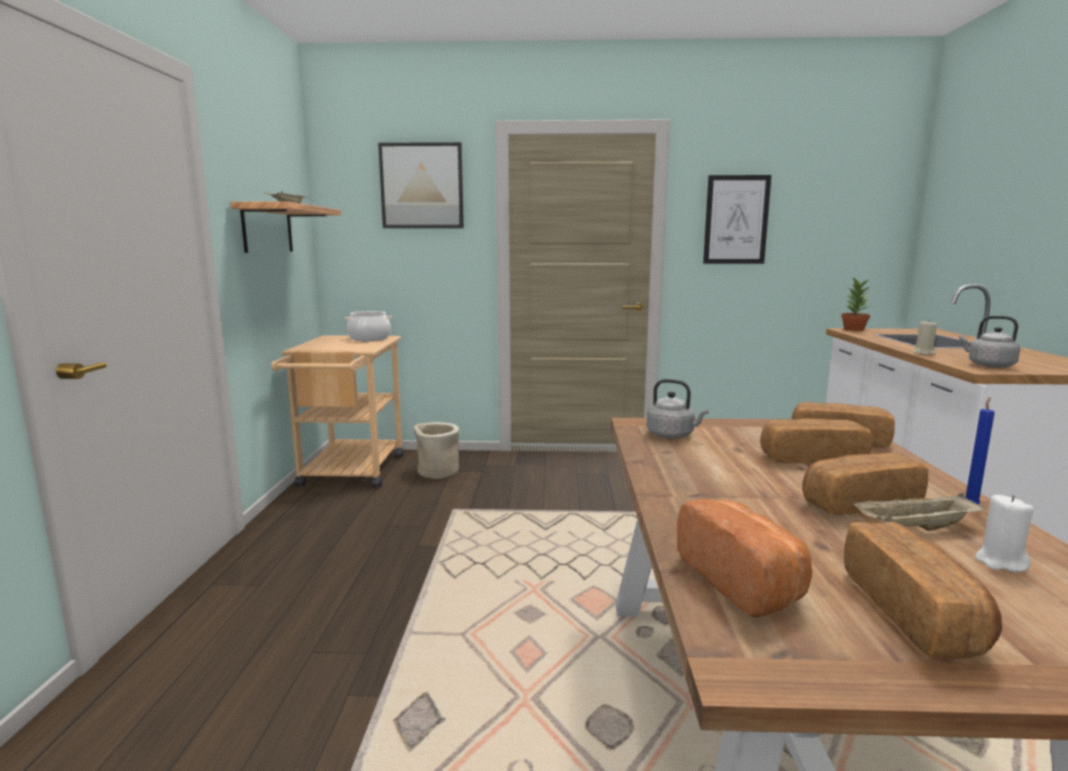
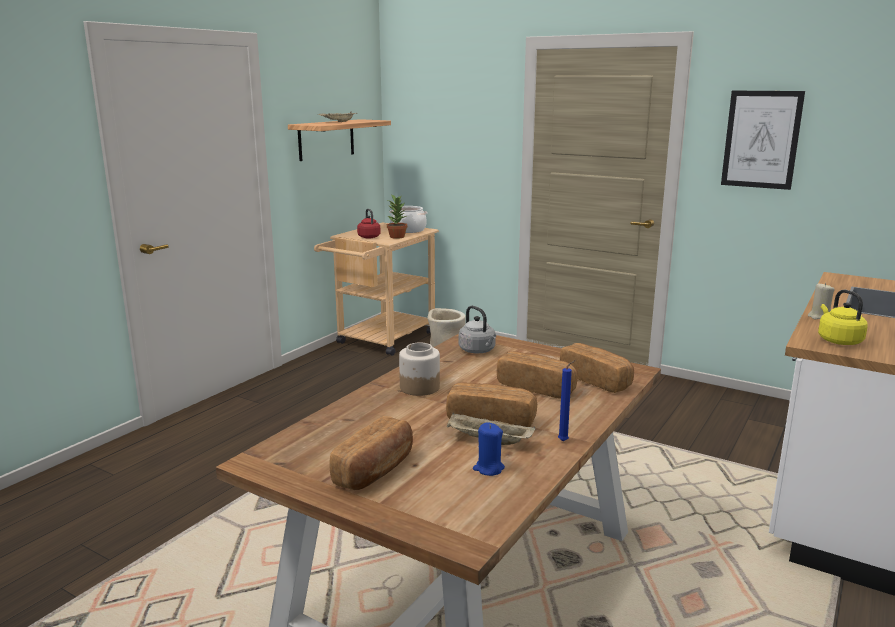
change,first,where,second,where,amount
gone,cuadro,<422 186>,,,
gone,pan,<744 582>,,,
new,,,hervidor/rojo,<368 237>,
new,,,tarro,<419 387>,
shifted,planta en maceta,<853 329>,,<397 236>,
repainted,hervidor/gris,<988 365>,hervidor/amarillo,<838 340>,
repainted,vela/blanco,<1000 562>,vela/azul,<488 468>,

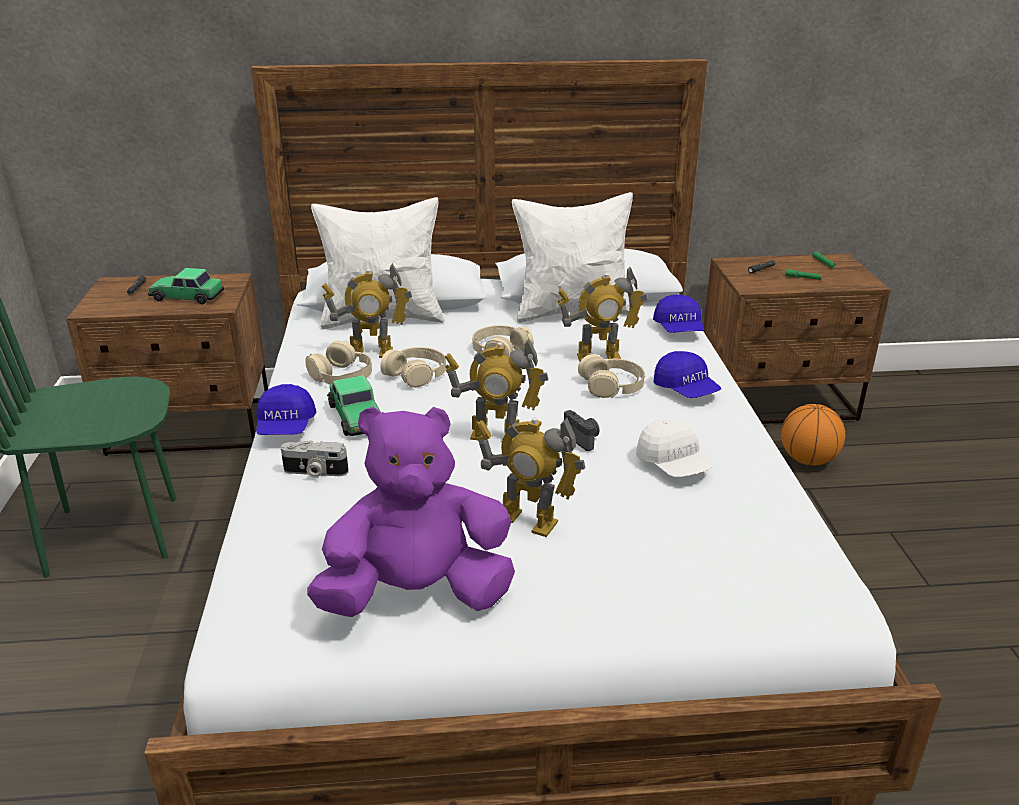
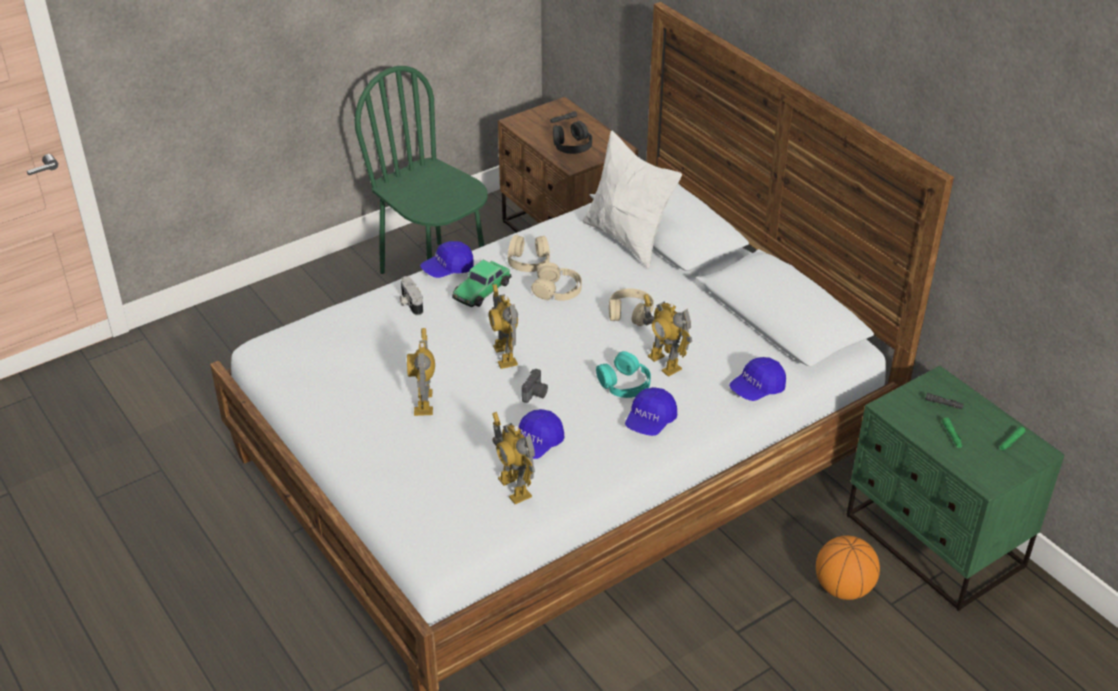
change,first,where,second,where,amount
gone,peluche/morado,<418 594>,,,
gone,cojín/blanco,<573 311>,,,
shifted,robot de juguete,<371 352>,,<514 488>,
swapped,coche de juguete,<187 296>,auriculares/negro,<572 145>,
repainted,auriculares/beis,<612 385>,auriculares/turquesa,<624 383>,
repainted,gorra/blanco,<673 465>,gorra/azul,<536 444>,
repainted,mesita de noche/marrón,<777 402>,mesita de noche/verde,<934 542>,

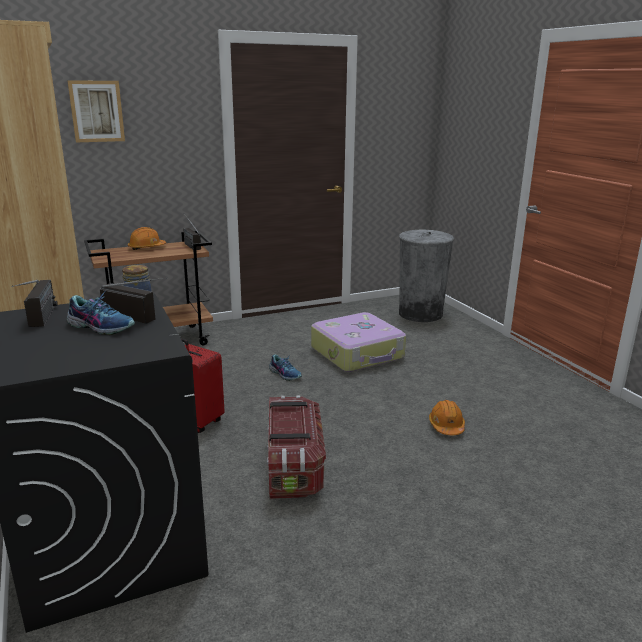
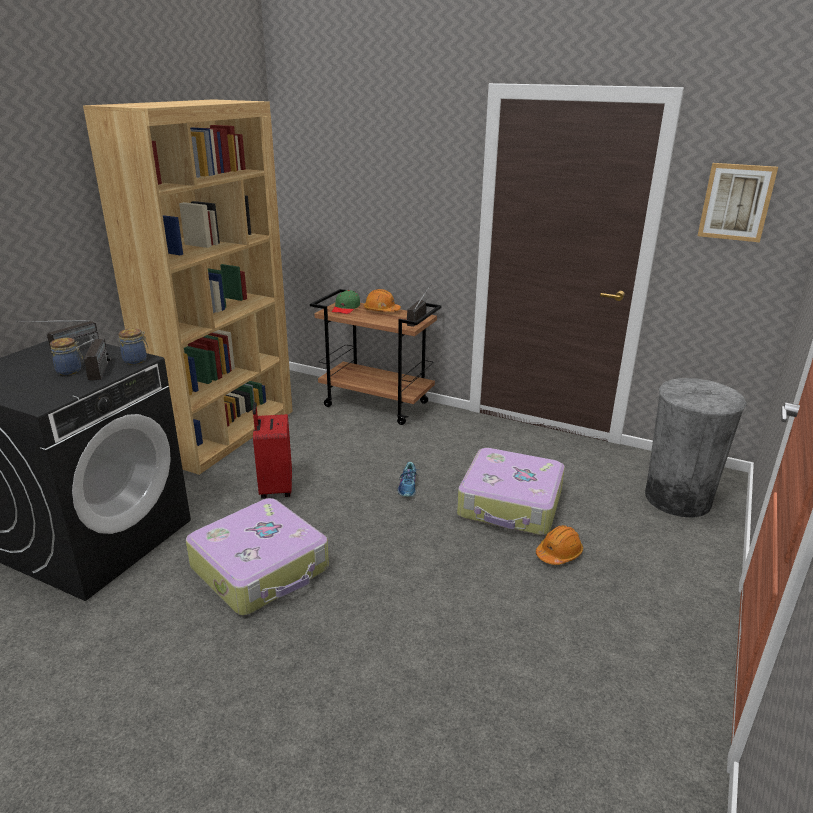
change,first,where,second,where,amount
new,,,gorra/verde,<346 308>,
shifted,cuadro,<96 111>,,<736 202>,
shifted,casco/naranja,<446 426>,,<559 553>,
swapped,zapato,<101 326>,tarro,<70 371>,
swapped,caja de almacenaje,<293 465>,maleta,<261 568>,

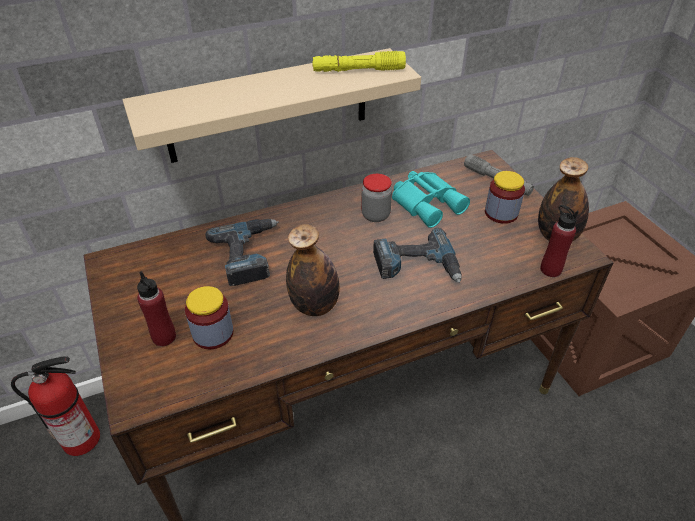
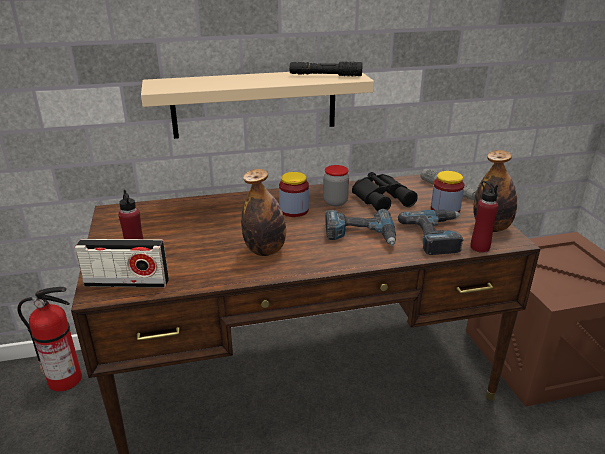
change,first,where,second,where,amount
new,,,radio,<127 282>,
shifted,tarro,<213 333>,,<294 210>,
shifted,taladro,<249 255>,,<437 236>,
repainted,linterna/amarillo,<358 70>,linterna/negro,<325 75>,
repainted,prismáticos/turquesa,<428 203>,prismáticos/negro,<382 198>,

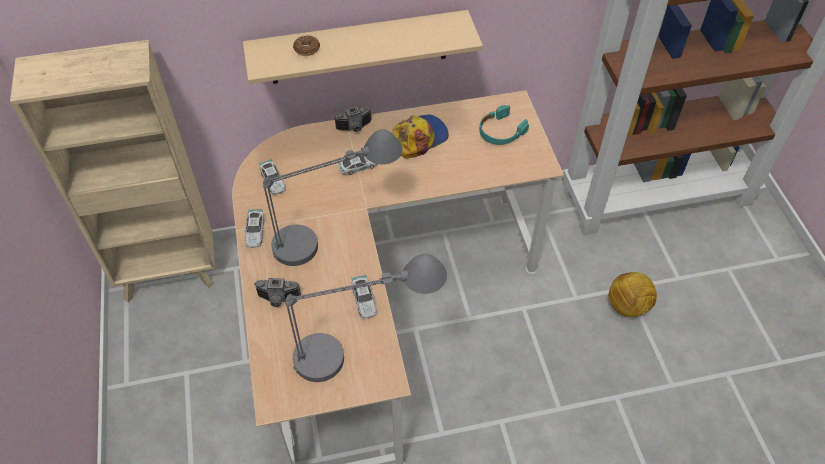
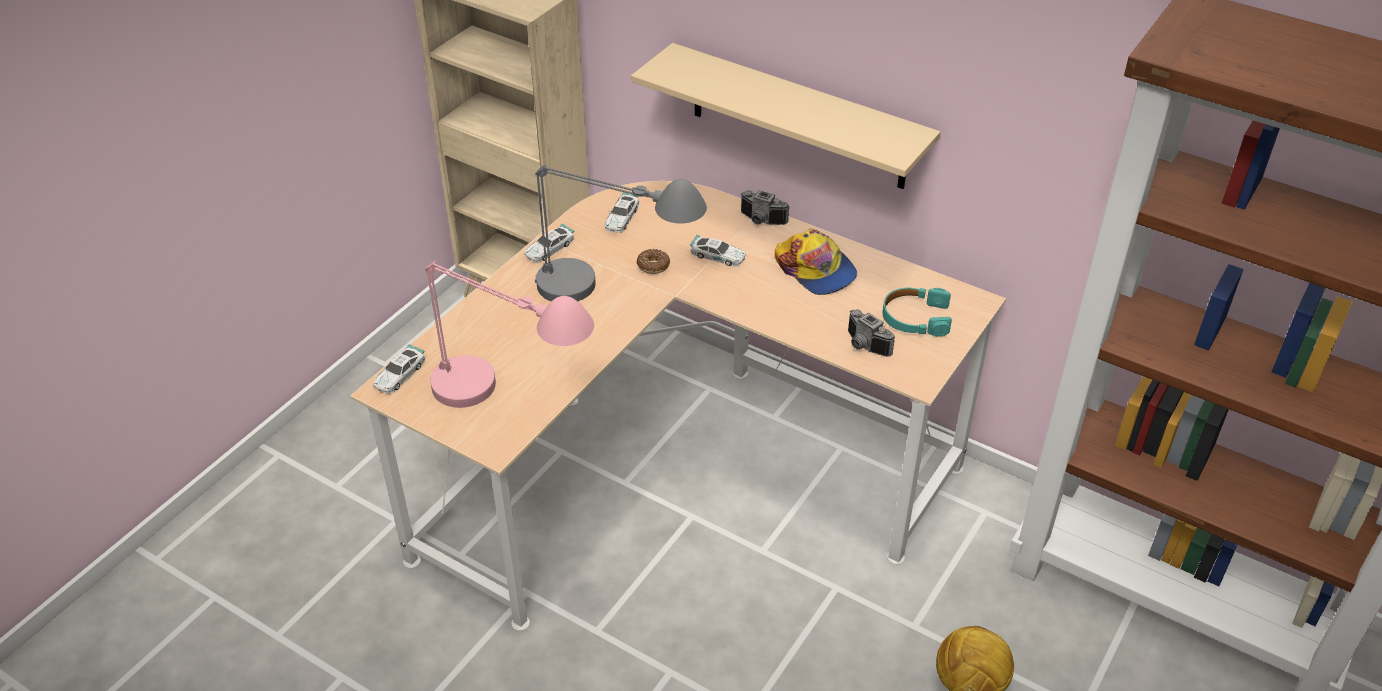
change,first,where,second,where,amount
shifted,cámara,<278 300>,,<864 346>,
shifted,rosquilla,<307 49>,,<653 266>,
shifted,coche de juguete,<364 300>,,<399 375>,
repainted,lámpara de mesa/gris,<363 349>,lámpara de mesa/rosa,<509 406>,
rotated,gorra,<419 138>,,<816 269>,45 degrees clockwise

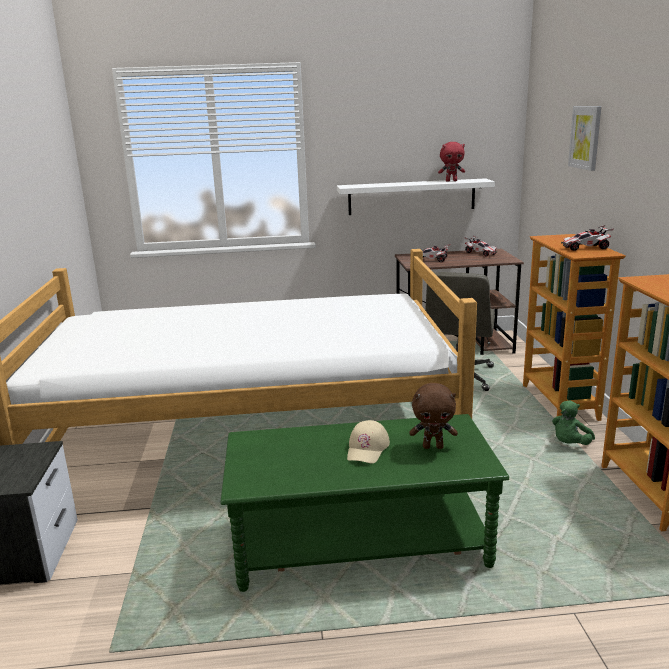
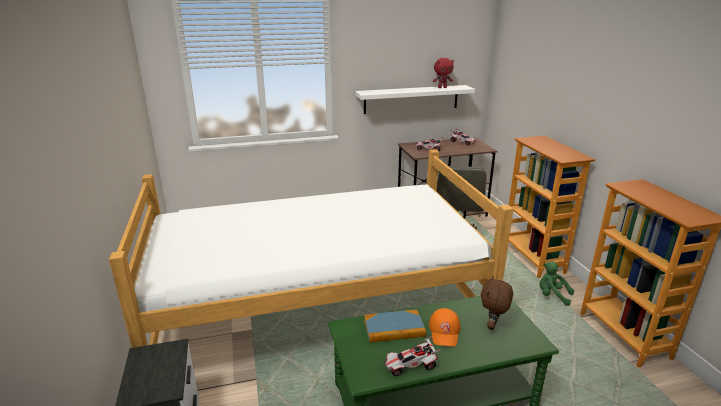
change,first,where,second,where,amount
gone,cuadro,<585 137>,,,
new,,,libro,<394 328>,
shifted,coche de juguete,<585 248>,,<410 366>,
repainted,gorra/beis,<367 448>,gorra/naranja,<444 331>,
rotated,peluche/marrón,<433 446>,,<493 326>,120 degrees clockwise
rotated,peluche/verde,<570 444>,,<552 296>,90 degrees clockwise

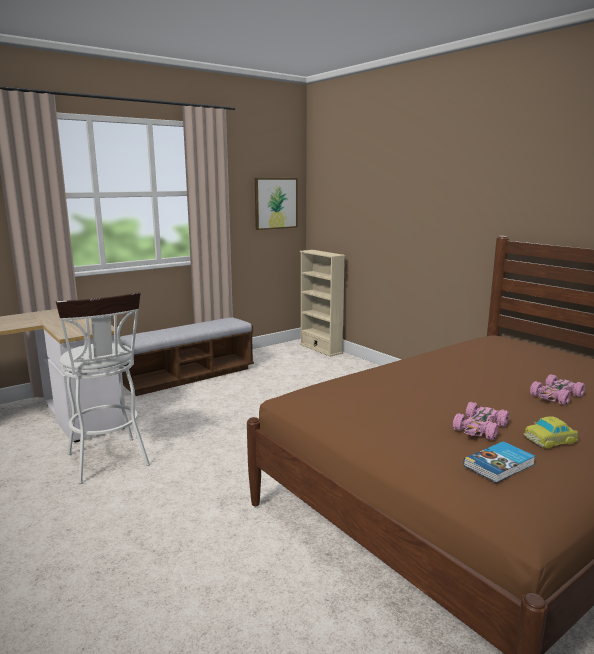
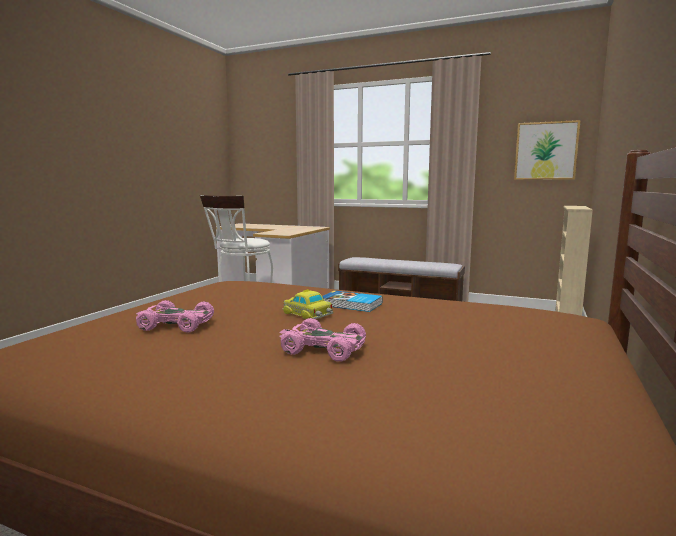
change,first,where,second,where,amount
shifted,libro,<500 465>,,<351 304>,
shifted,coche de juguete,<551 439>,,<308 314>,

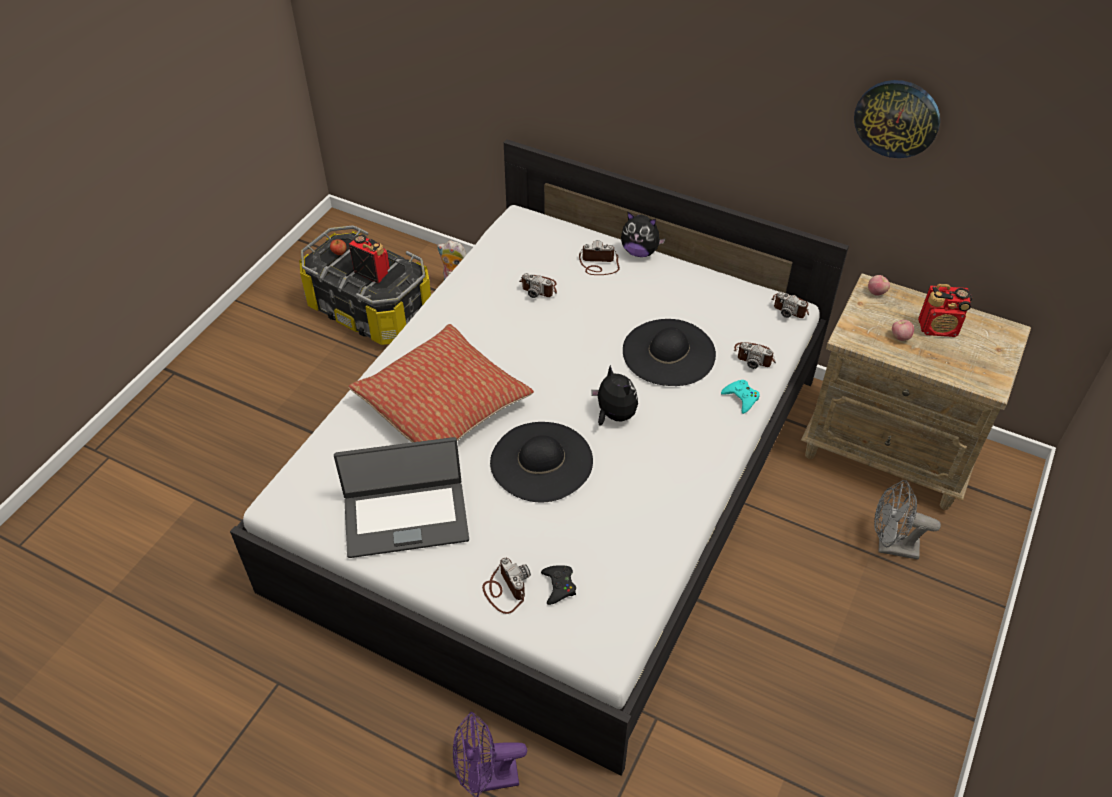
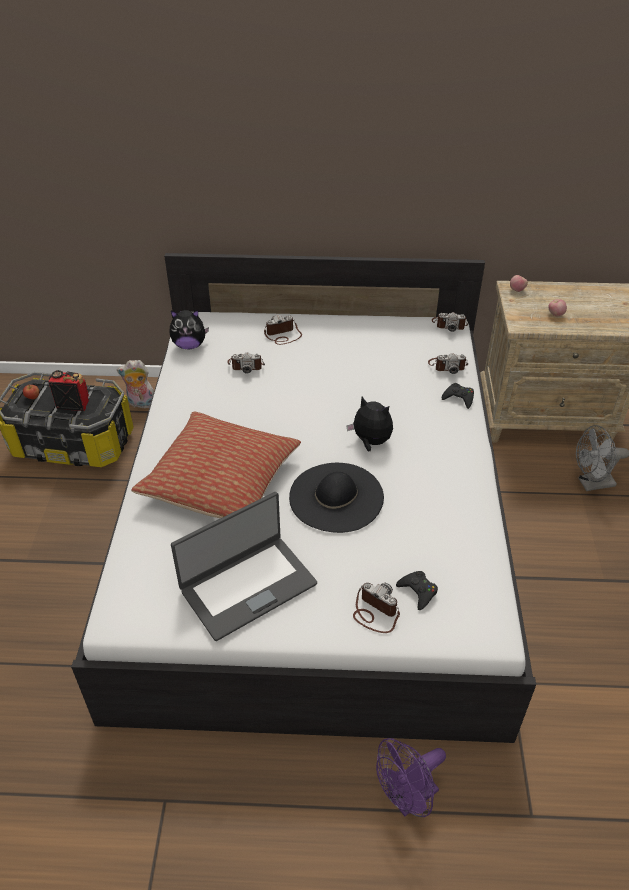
change,first,where,second,where,amount
gone,sombrero/negro,<669 352>,,,
gone,reloj de pared,<897 118>,,,
gone,radio,<939 328>,,,
shifted,peluche,<640 252>,,<189 345>,
repainted,mando de consola/turquesa,<741 398>,mando de consola/negro,<459 398>,

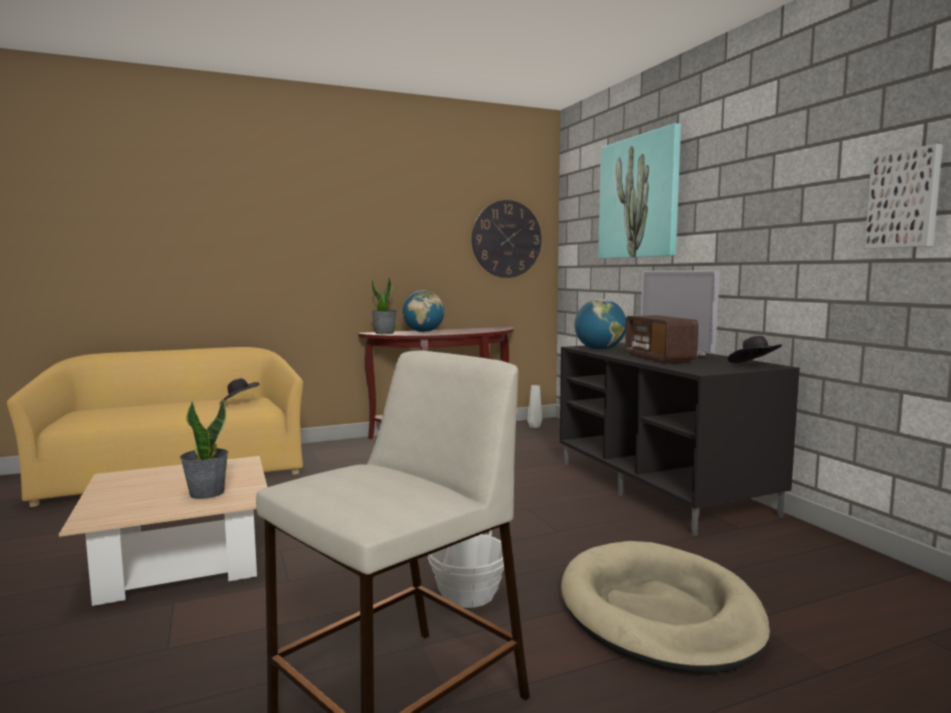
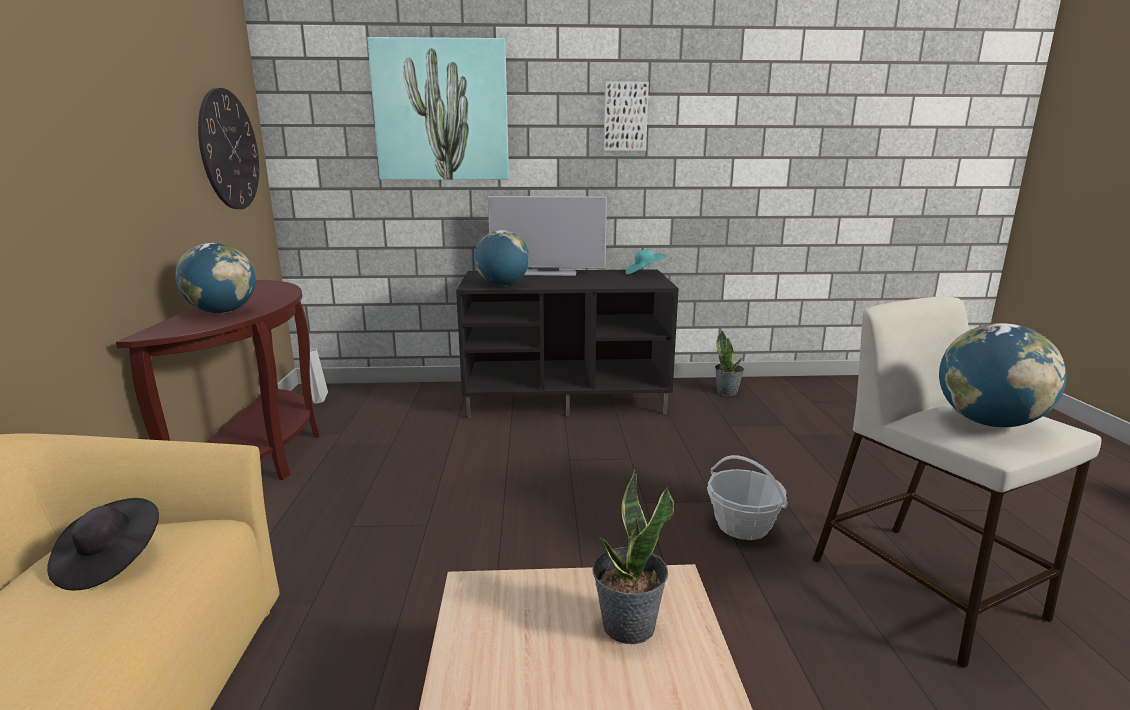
change,first,where,second,where,amount
gone,cama para perro/beis,<659 612>,,,
gone,radio,<659 358>,,,
new,,,globo terráqueo,<988 422>,
shifted,planta en maceta,<384 333>,,<727 392>,
shifted,cuadro,<904 199>,,<625 117>,
repainted,sombrero/negro,<754 366>,sombrero/turquesa,<644 273>,

